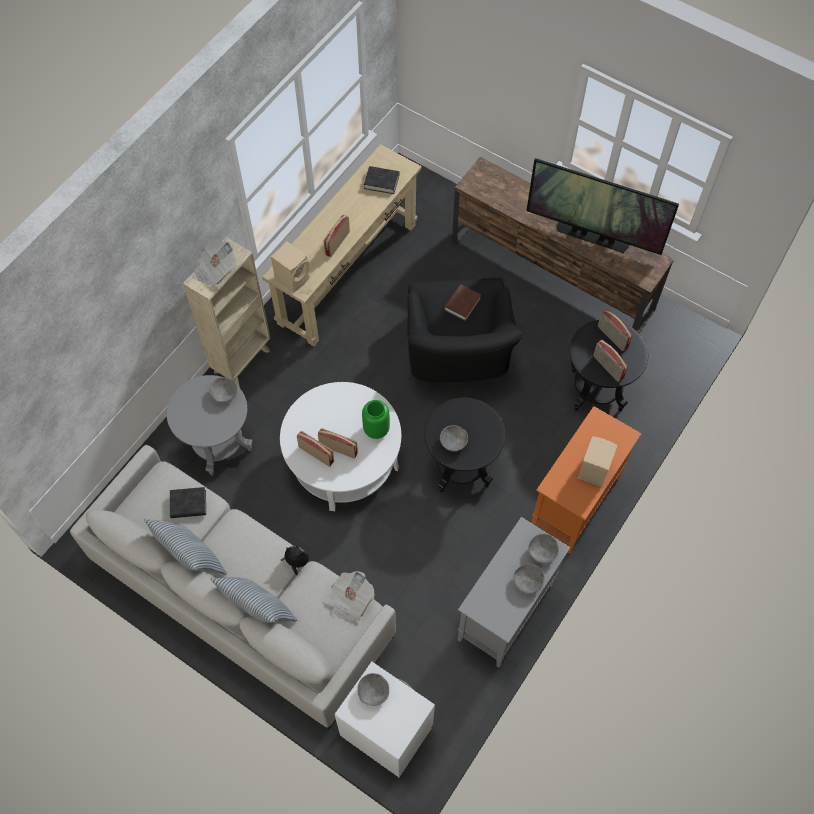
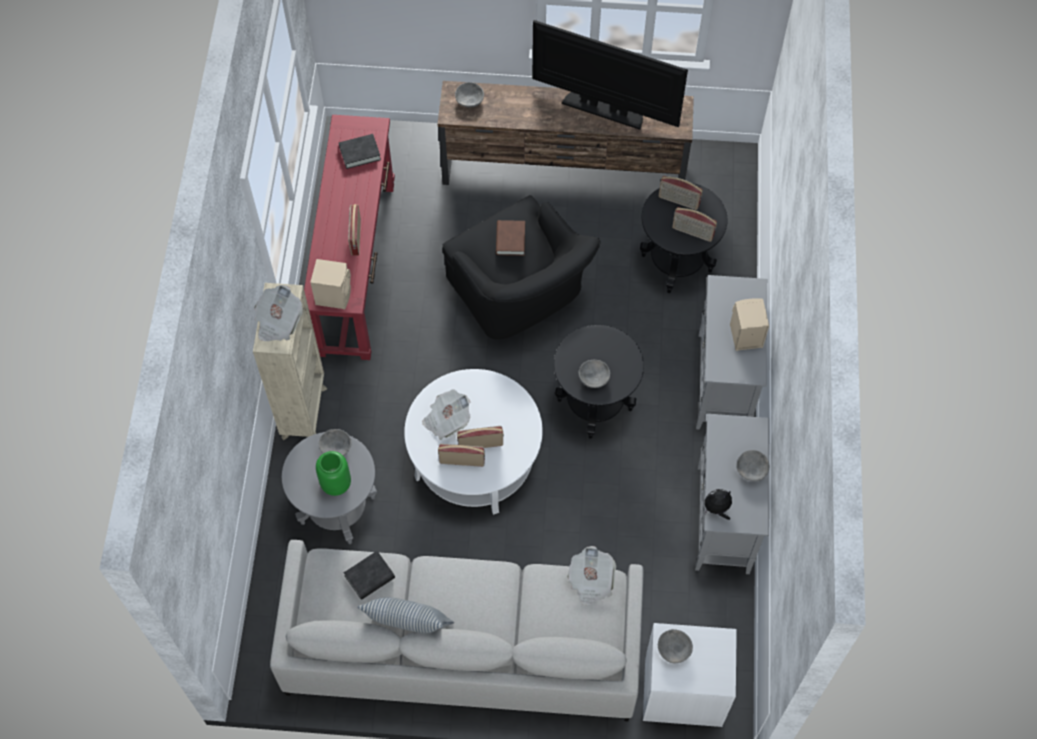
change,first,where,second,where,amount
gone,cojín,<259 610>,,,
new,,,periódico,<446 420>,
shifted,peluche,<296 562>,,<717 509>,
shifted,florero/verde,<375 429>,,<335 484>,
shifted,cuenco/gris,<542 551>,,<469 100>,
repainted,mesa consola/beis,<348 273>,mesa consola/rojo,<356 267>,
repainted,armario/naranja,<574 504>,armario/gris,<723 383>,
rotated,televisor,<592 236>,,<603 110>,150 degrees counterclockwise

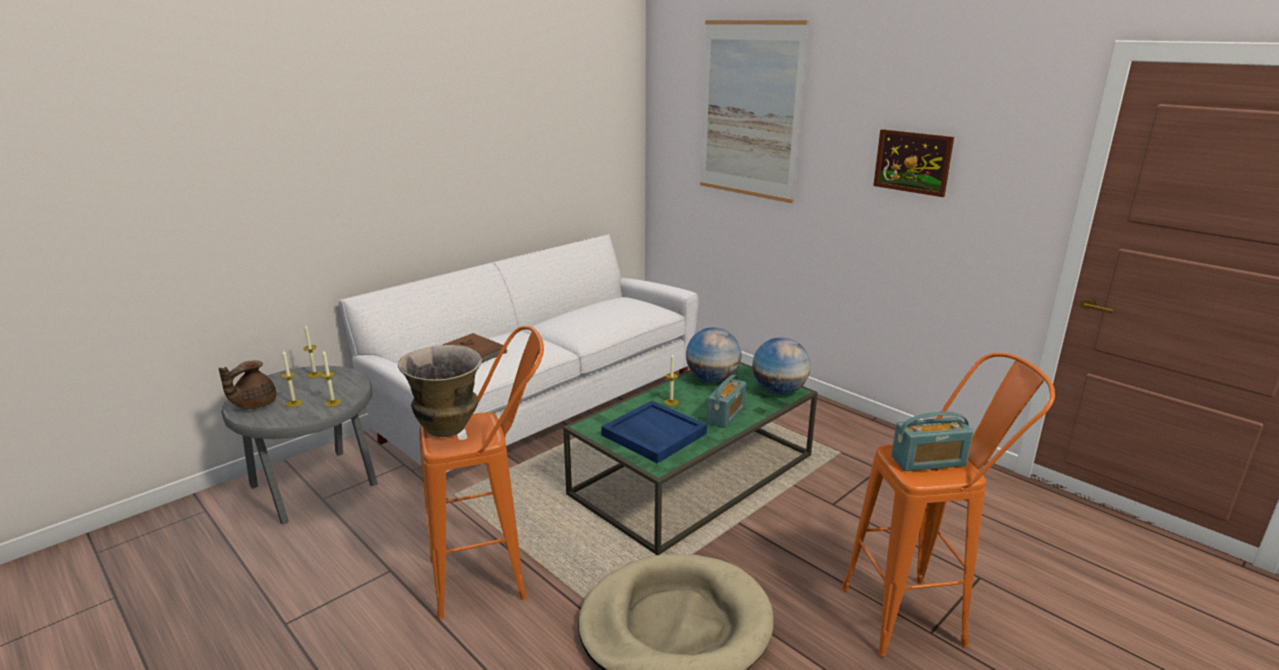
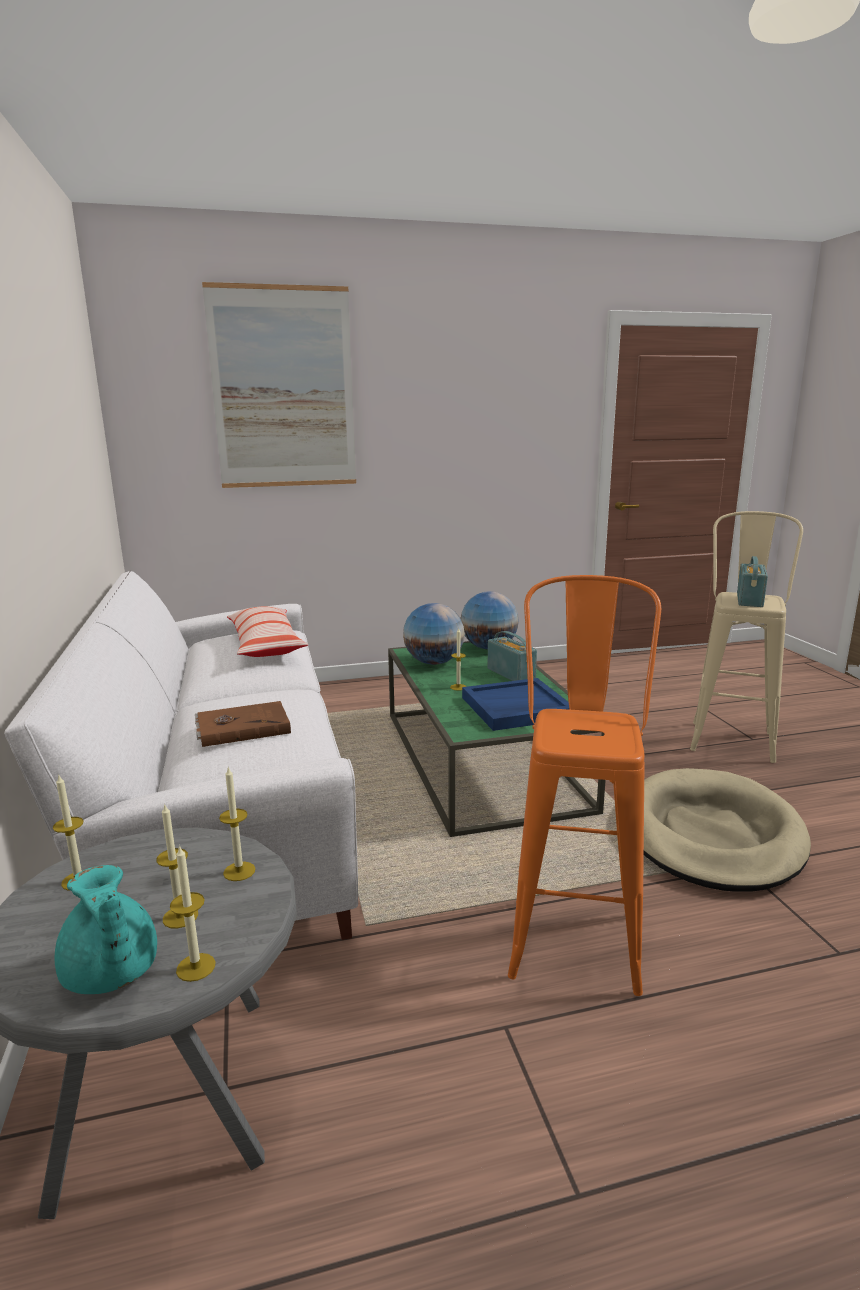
change,first,where,second,where,amount
gone,florero,<448 428>,,,
gone,cuadro,<912 162>,,,
new,,,vela,<196 967>,
new,,,cojín,<265 645>,
repainted,tetera/marrón,<254 404>,tetera/turquesa,<110 974>,
repainted,taburete/naranja,<920 614>,taburete/beis,<732 735>,

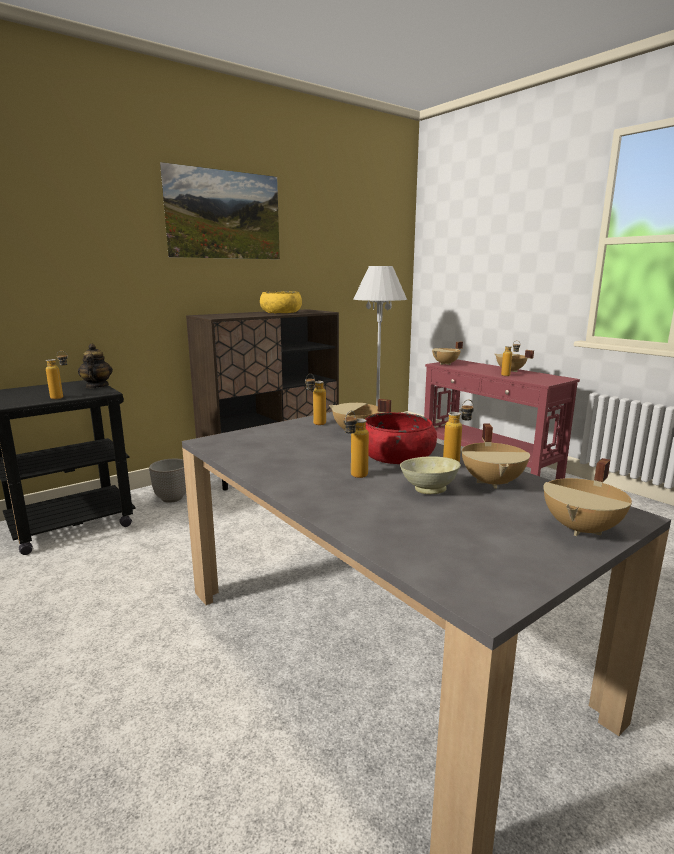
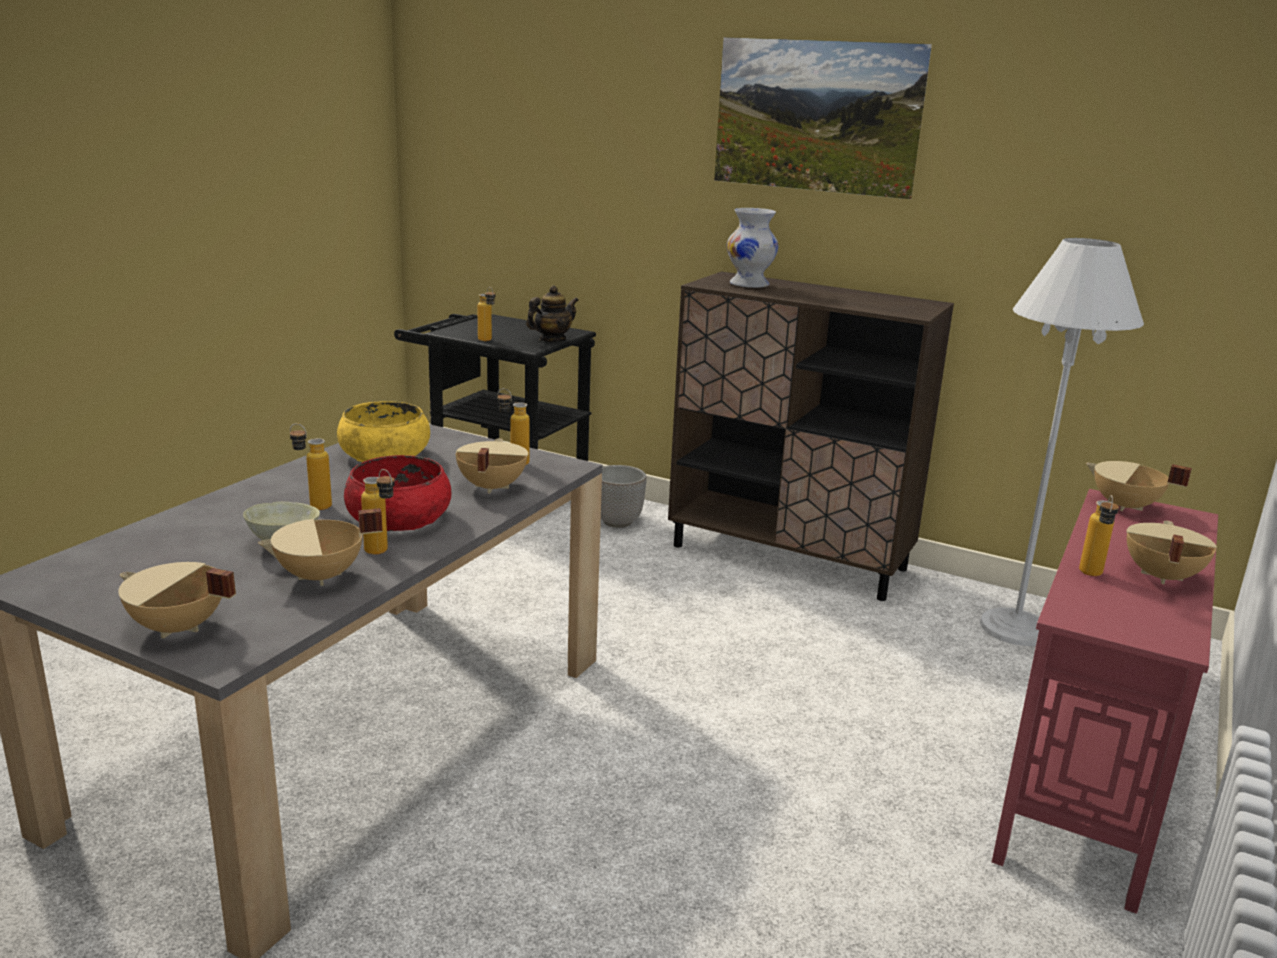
change,first,where,second,where,amount
new,,,florero/blanco,<750 285>,
shifted,cuenco/amarillo,<281 313>,,<384 454>,

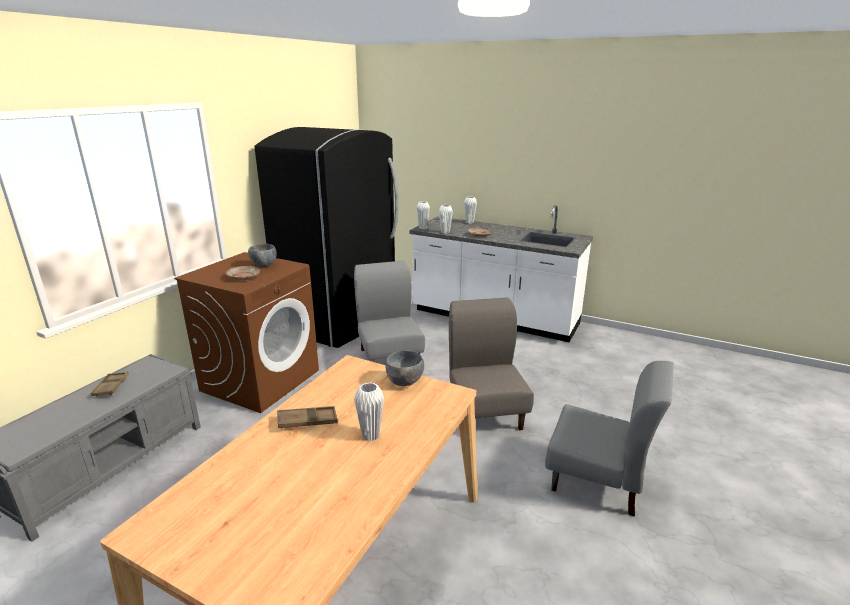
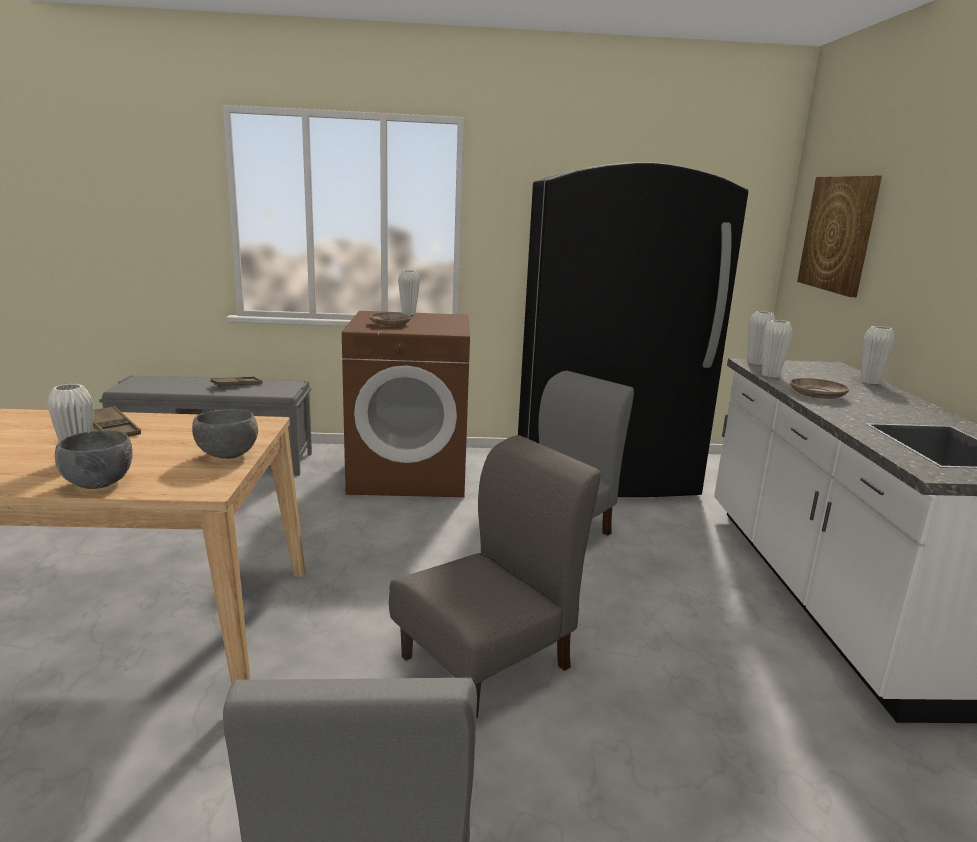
change,first,where,second,where,amount
new,,,florero/blanco,<408 314>,
new,,,cuadro,<838 234>,
shifted,cuenco/gris,<263 265>,,<98 483>,

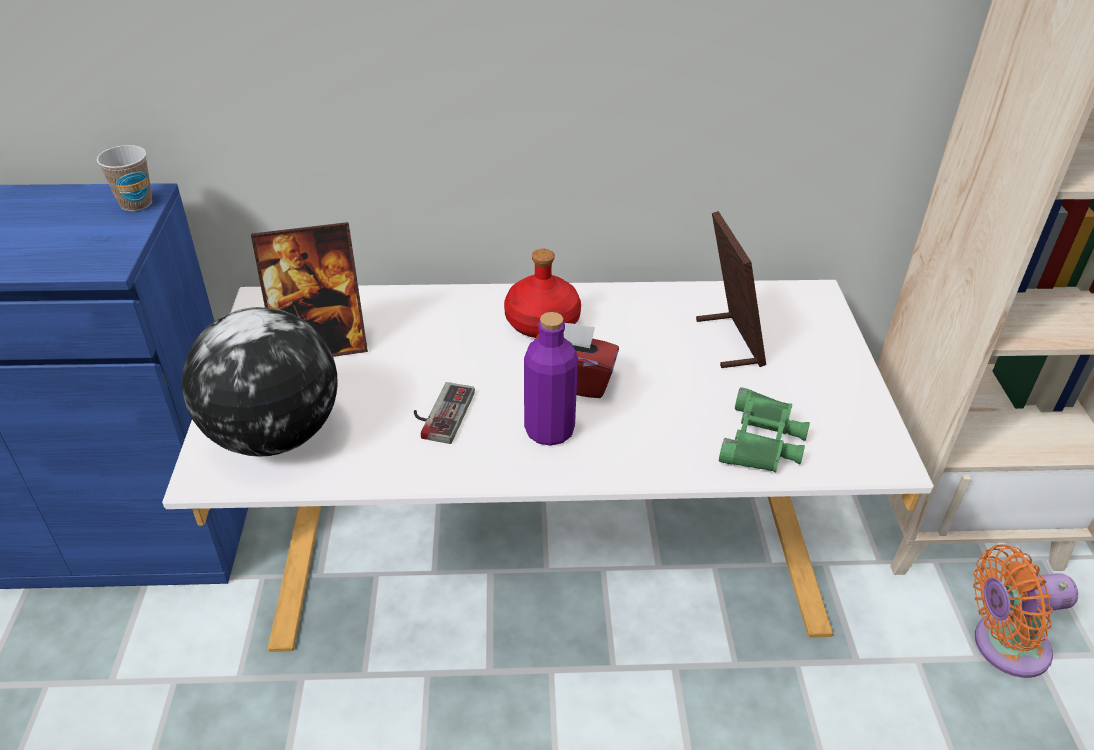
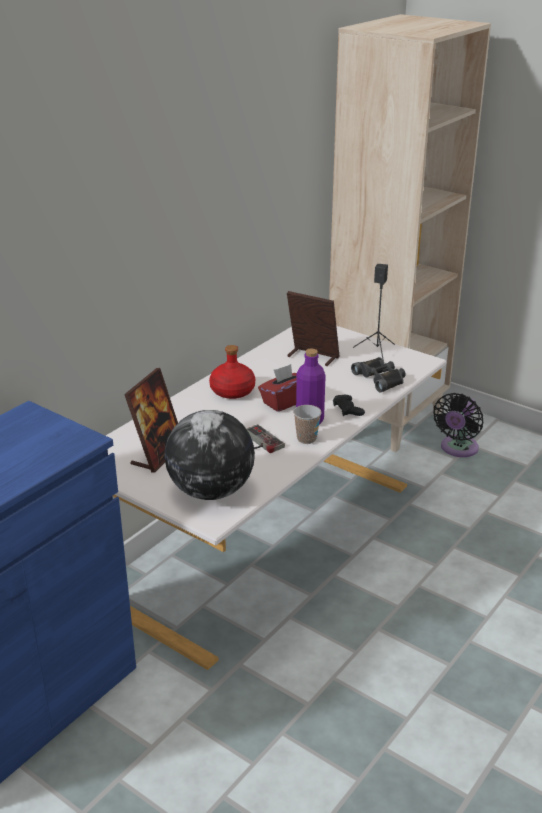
change,first,where,second,where,amount
new,,,mando de consola/negro,<347 409>,
new,,,altavoz/negro,<377 351>,
shifted,taza,<136 203>,,<306 439>,
repainted,prismáticos/verde,<763 440>,prismáticos/negro,<380 378>,
repainted,ventilador/naranja,<1003 646>,ventilador/negro,<457 449>,

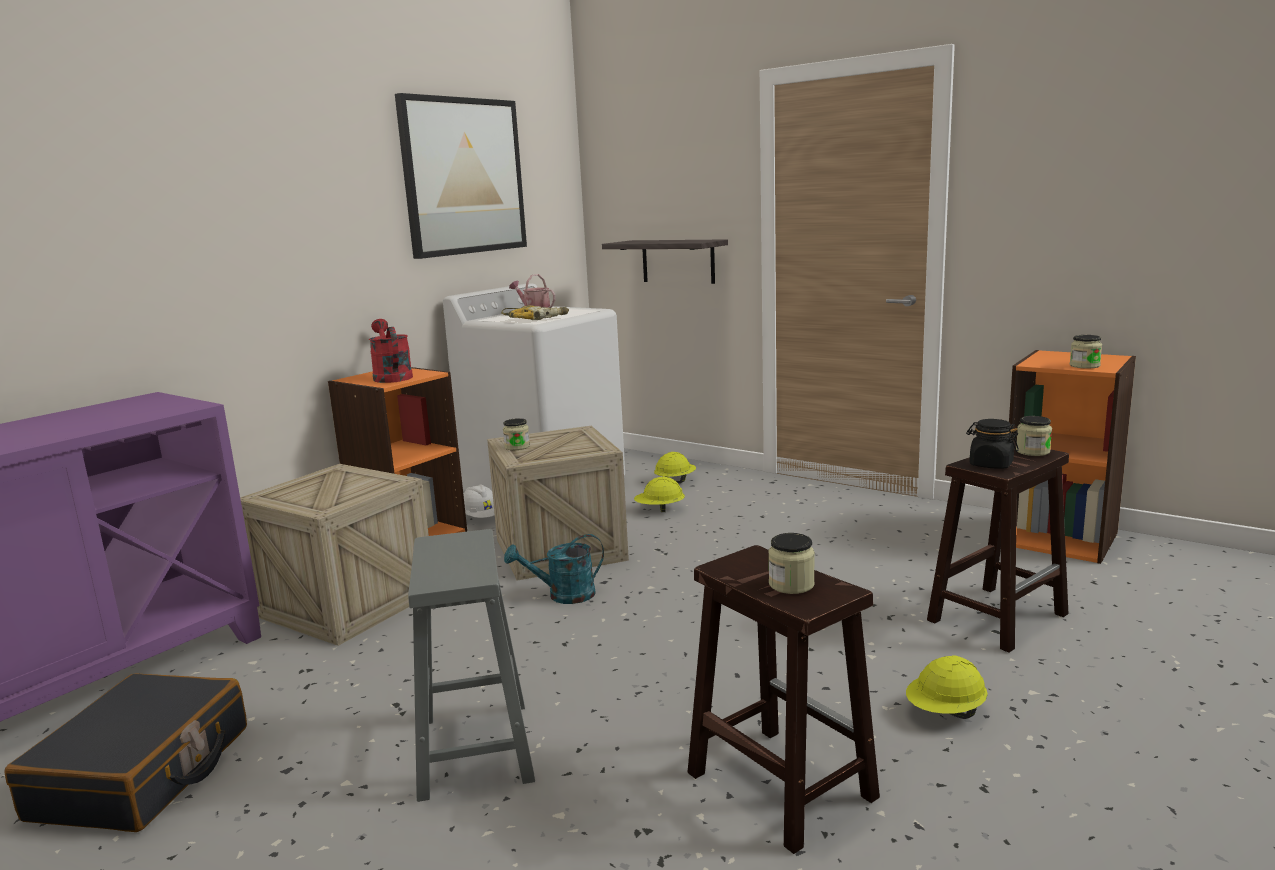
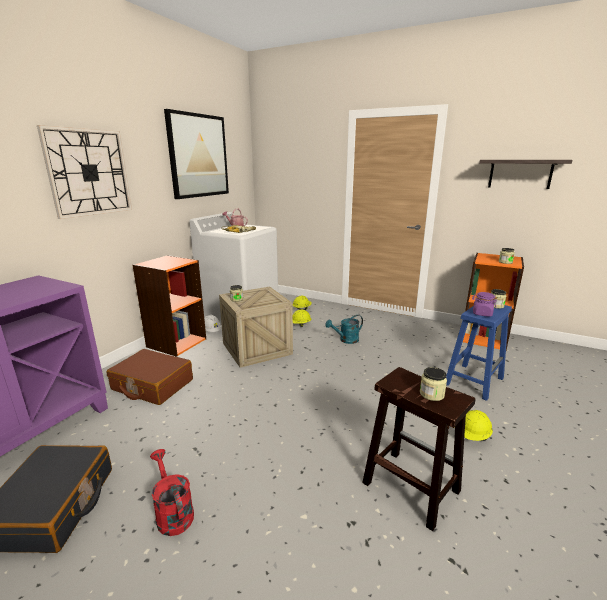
change,first,where,second,where,amount
gone,taburete/gris,<474 747>,,,
new,,,reloj de pared,<89 172>,
shifted,regadera/rojo,<391 377>,,<172 512>,
shifted,regadera/turquesa,<563 596>,,<346 340>,
shifted,estante,<678 261>,,<520 174>,
swapped,caja de embalaje,<347 604>,maleta/marrón,<152 385>,
repainted,taburete/marrón,<998 616>,taburete/azul,<474 380>,
repainted,tarro/negro,<990 464>,tarro/morado,<482 313>,

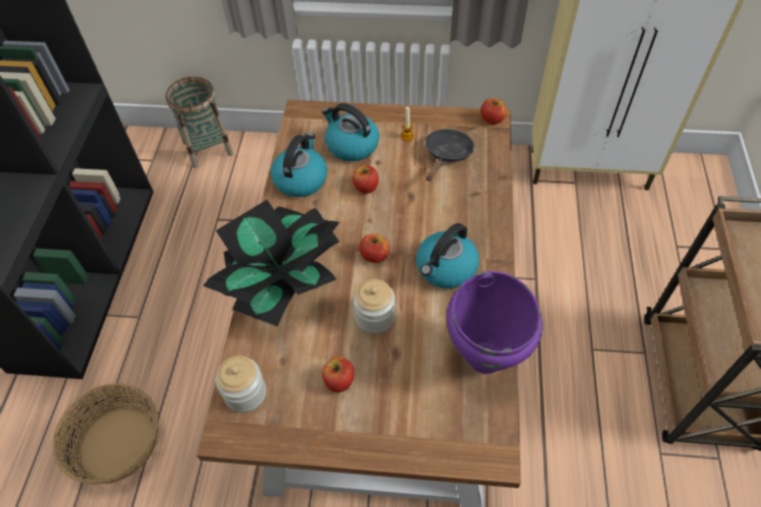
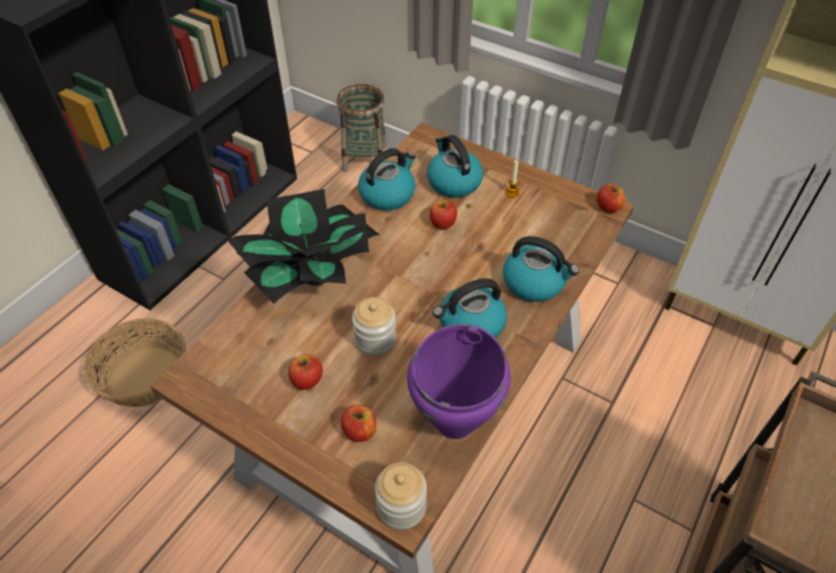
change,first,where,second,where,amount
gone,sartén/negro,<446 155>,,,
new,,,hervidor,<535 282>,
shifted,tarro,<245 393>,,<401 507>,
shifted,manzana,<374 255>,,<359 431>,

